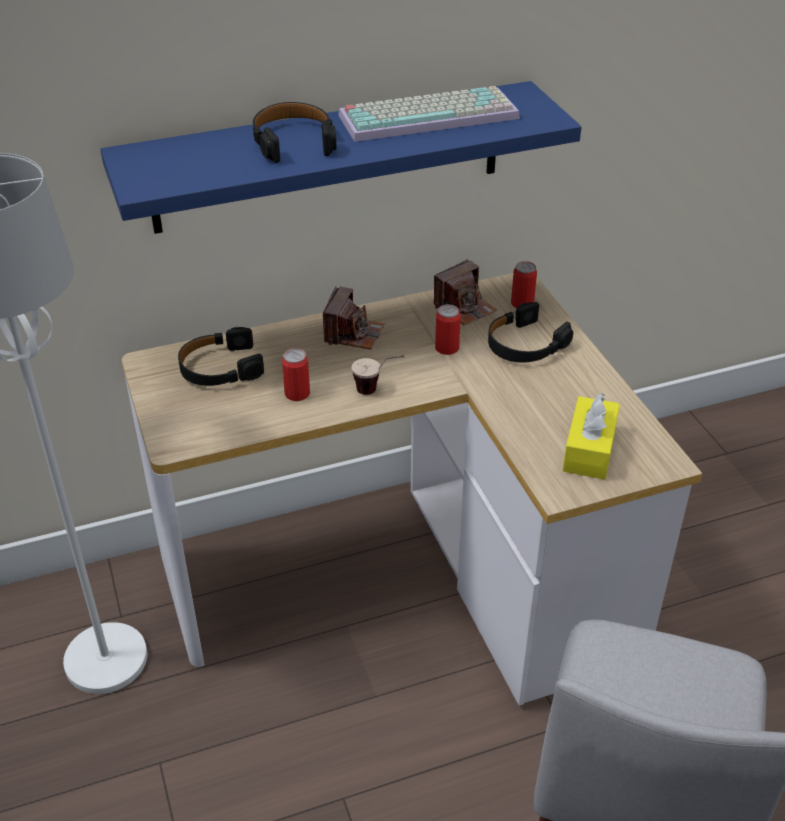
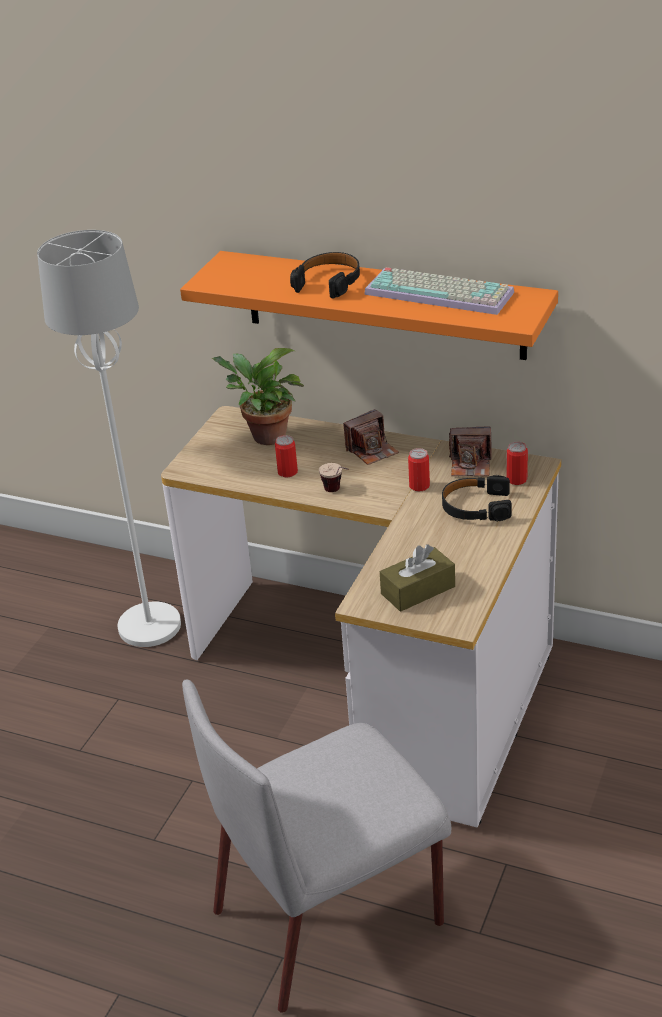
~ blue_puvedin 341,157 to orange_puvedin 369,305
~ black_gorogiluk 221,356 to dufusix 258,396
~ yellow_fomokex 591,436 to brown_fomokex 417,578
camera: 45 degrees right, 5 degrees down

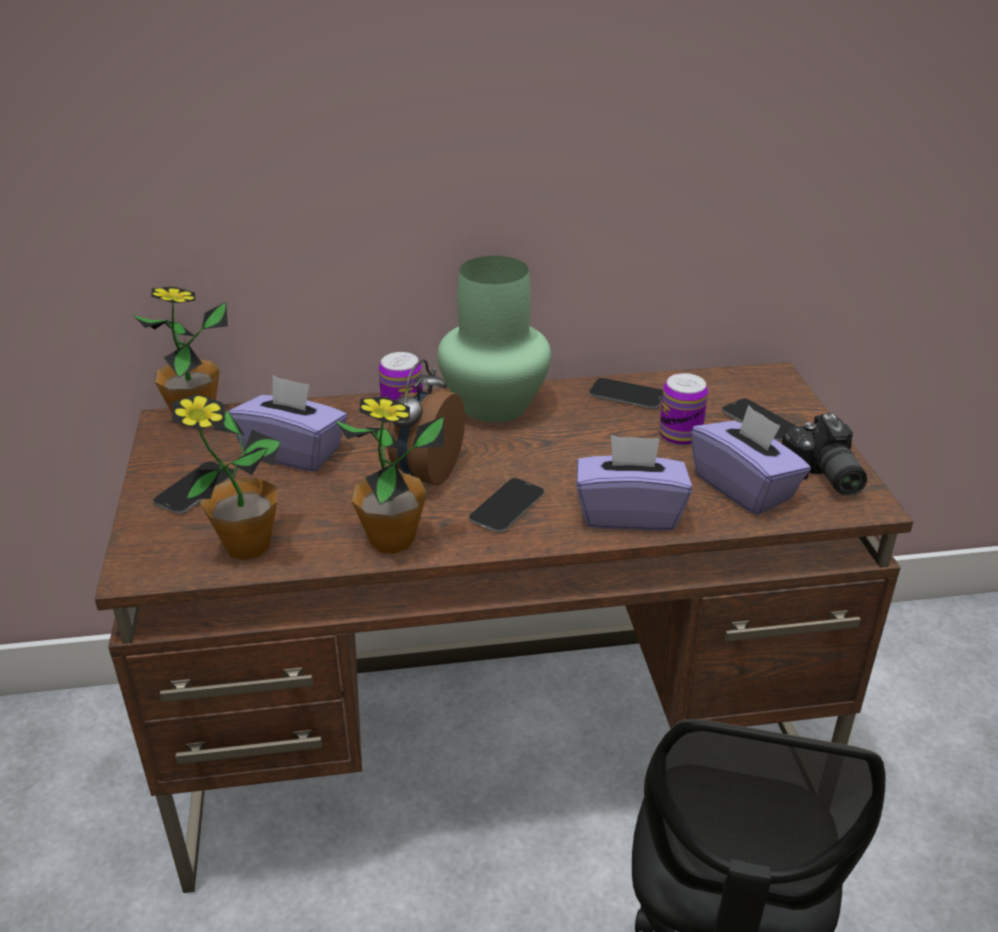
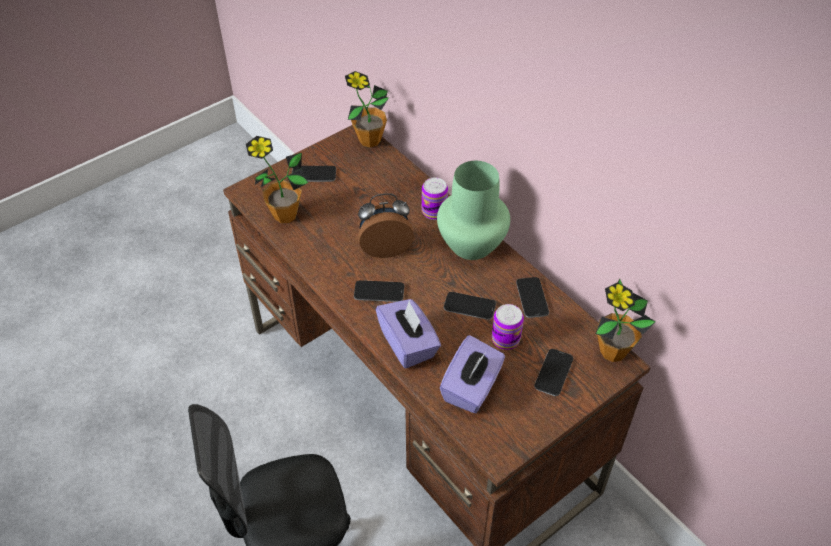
+ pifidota 470,306
~ dufusix 389,475 to 626,320
- purple_fomokex 288,424
- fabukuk 824,454
camera: 60 degrees right, 15 degrees up

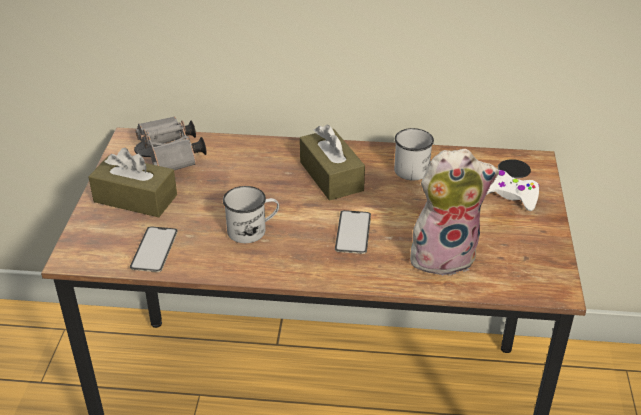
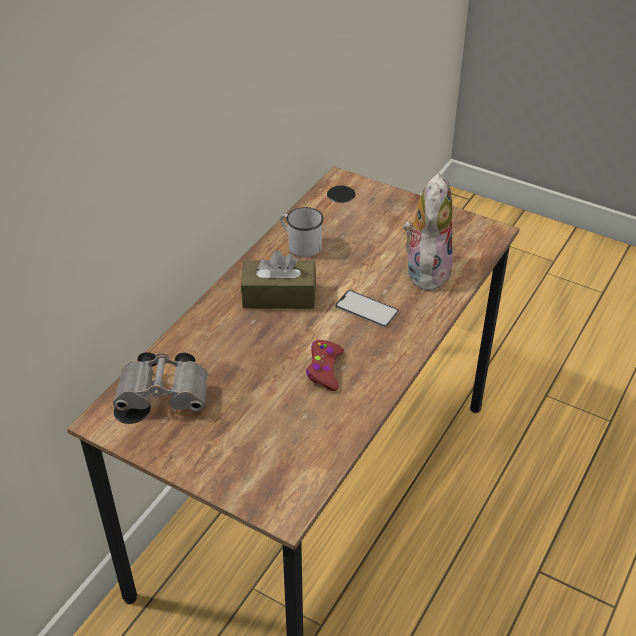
~ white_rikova 251,214 to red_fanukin 325,365
- brown_fomokex 132,182
- pifidota 154,249
- white_fanukin 512,190
camera: 65 degrees left, 5 degrees up

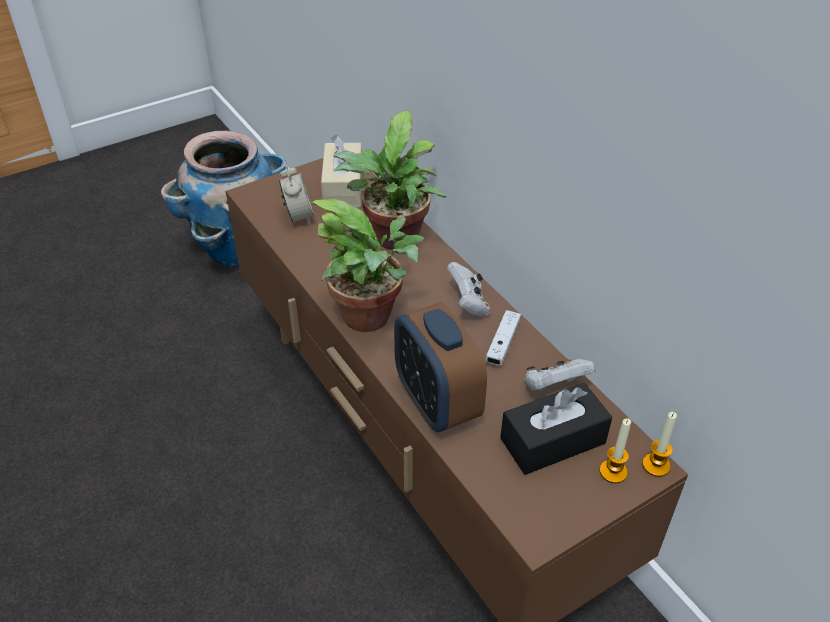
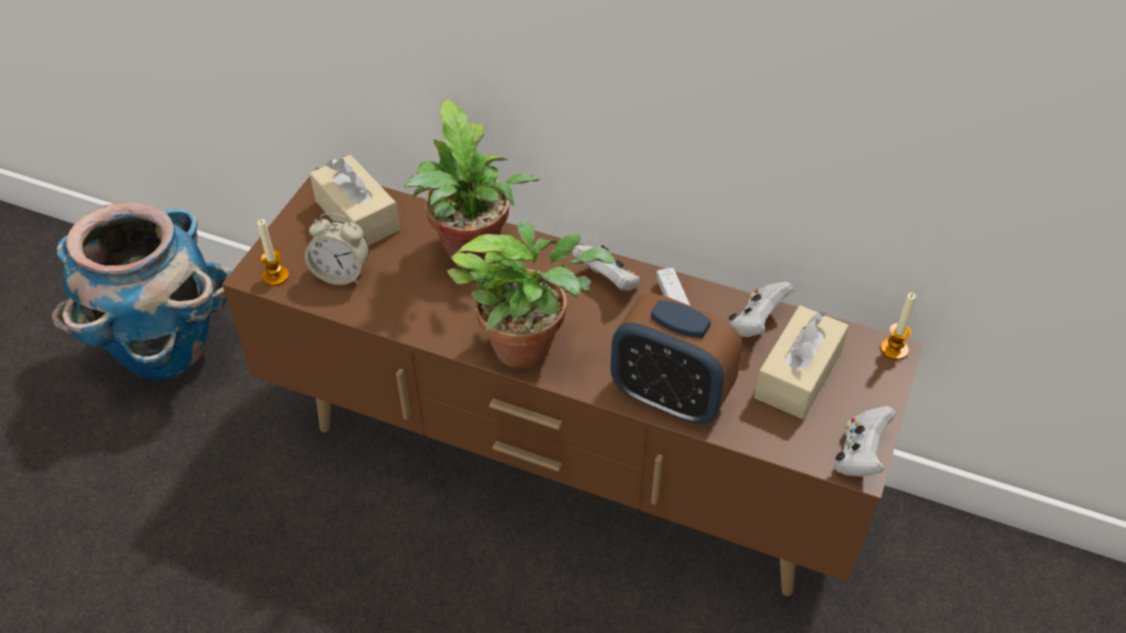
~ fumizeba 615,450 to 273,252
~ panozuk 296,194 = 337,249 150 degrees clockwise
~ black_fomokex 556,429 to beige_fomokex 801,362
+ white_fanukin 865,441
camera: 35 degrees left, 5 degrees up

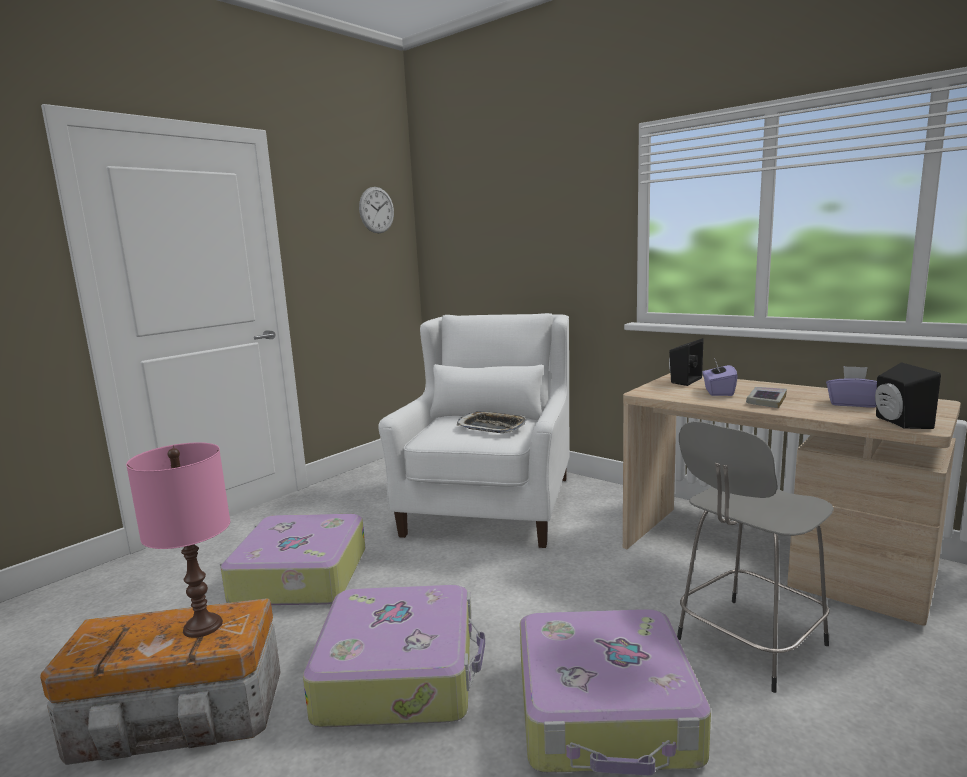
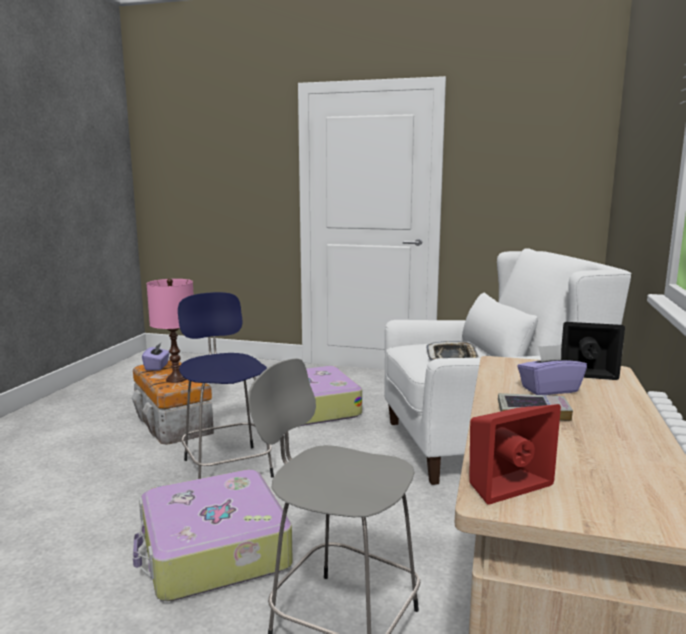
~ purple_fomokex 851,387 to 156,357
~ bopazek 394,656 to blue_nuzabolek 226,385
~ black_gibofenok 908,395 to red_gibofenok 515,454
- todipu 376,210
camera: 65 degrees right, 0 degrees up

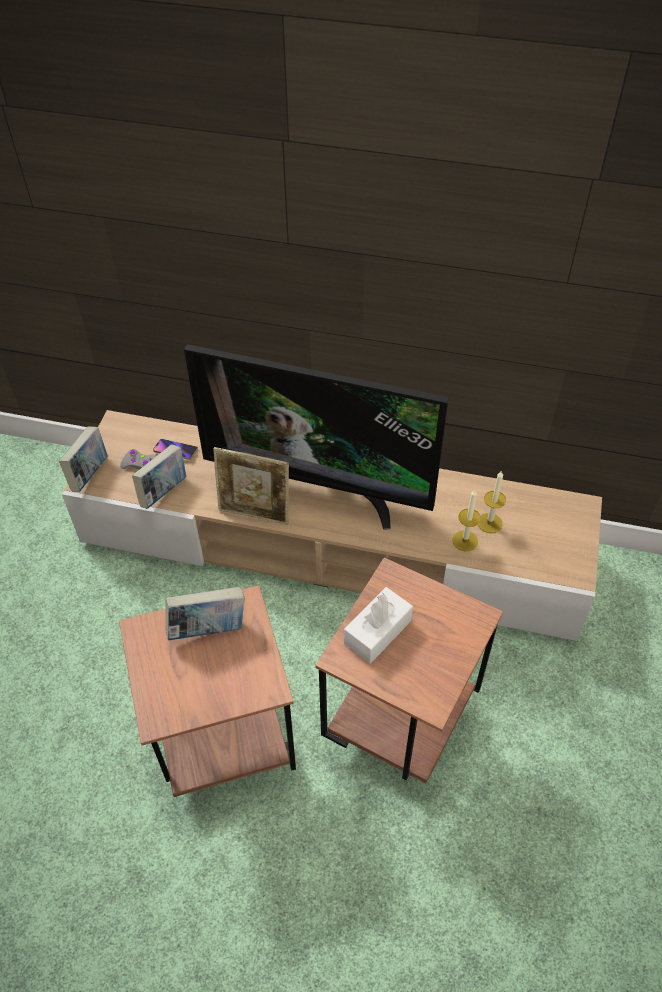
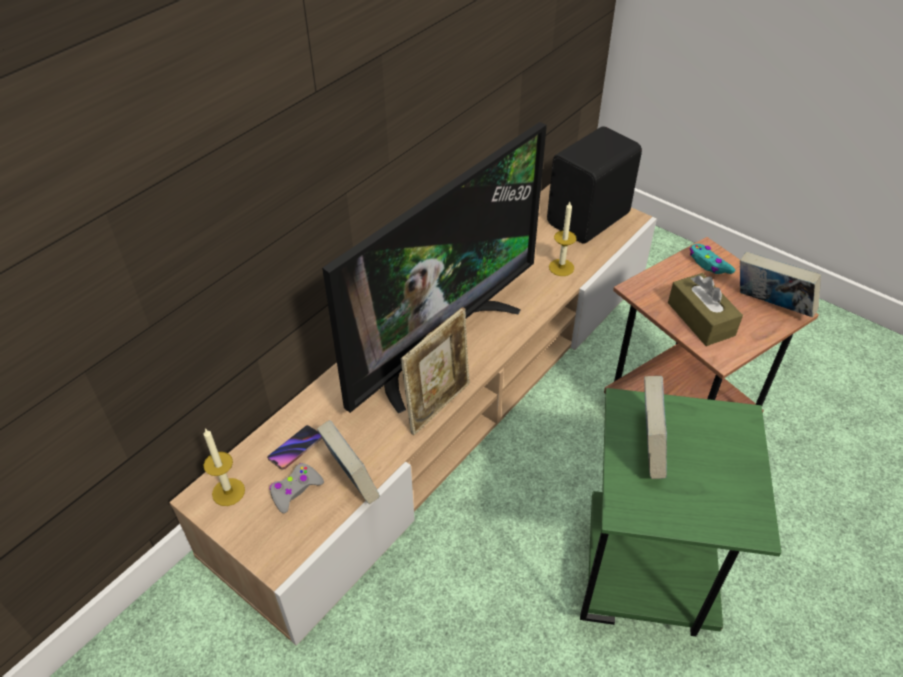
~ fumizeba 492,502 to 224,467
+ black_gibofenok 594,185
~ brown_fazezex 207,691 to green_fazezex 680,512
~ white_fomokex 378,625 to brown_fomokex 705,309
+ turquoise_fanukin 713,259
~ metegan 83,459 to 780,284
camera: 65 degrees left, 5 degrees down

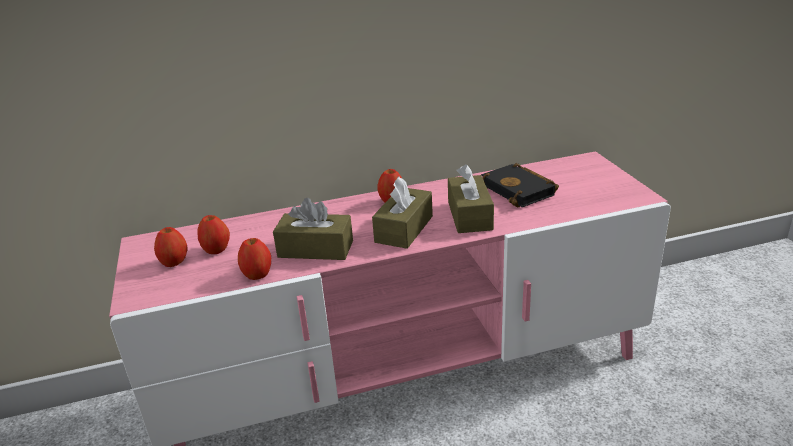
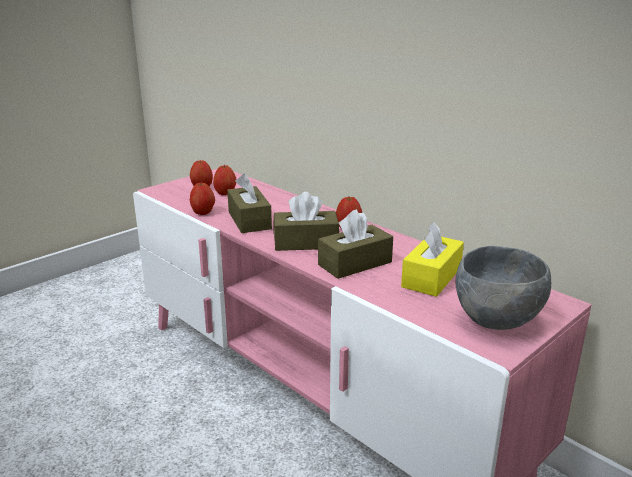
~ black_metegan 520,185 to yellow_fomokex 432,259
+ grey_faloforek 503,288
camera: 60 degrees right, 5 degrees down

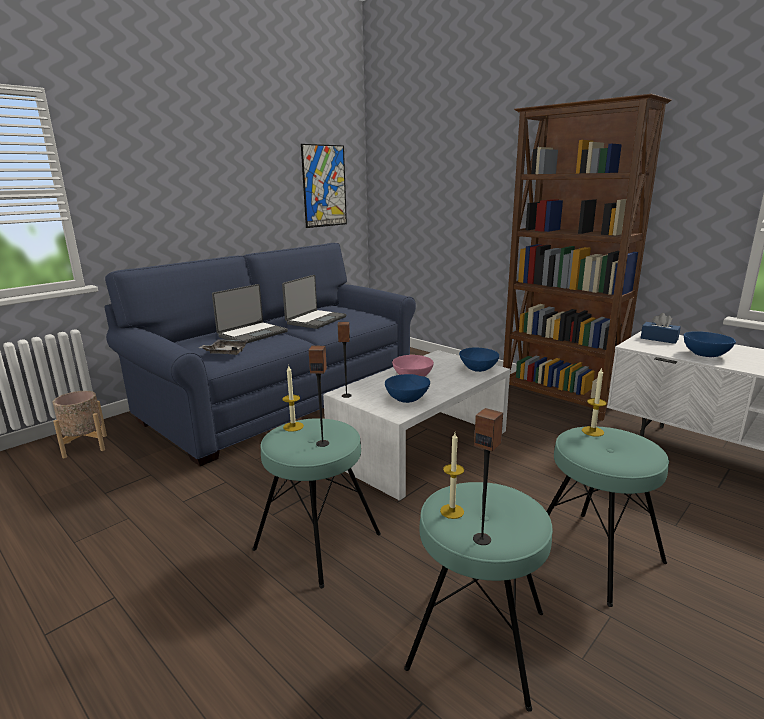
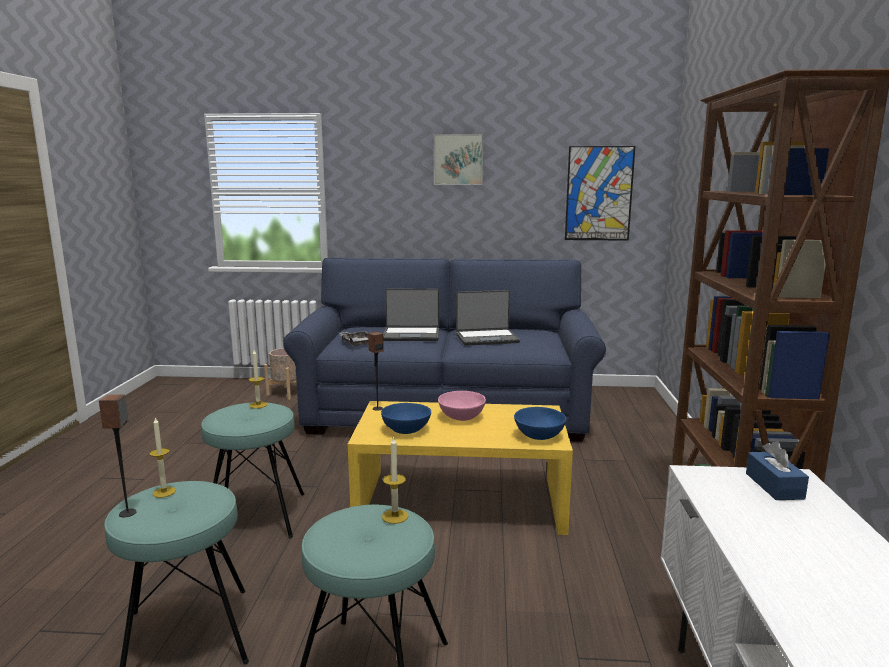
~ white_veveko 416,425 to yellow_veveko 460,468
+ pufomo 458,159
- gibofenok 319,396
- blue_faloforek 710,344
camera: 50 degrees right, 5 degrees down

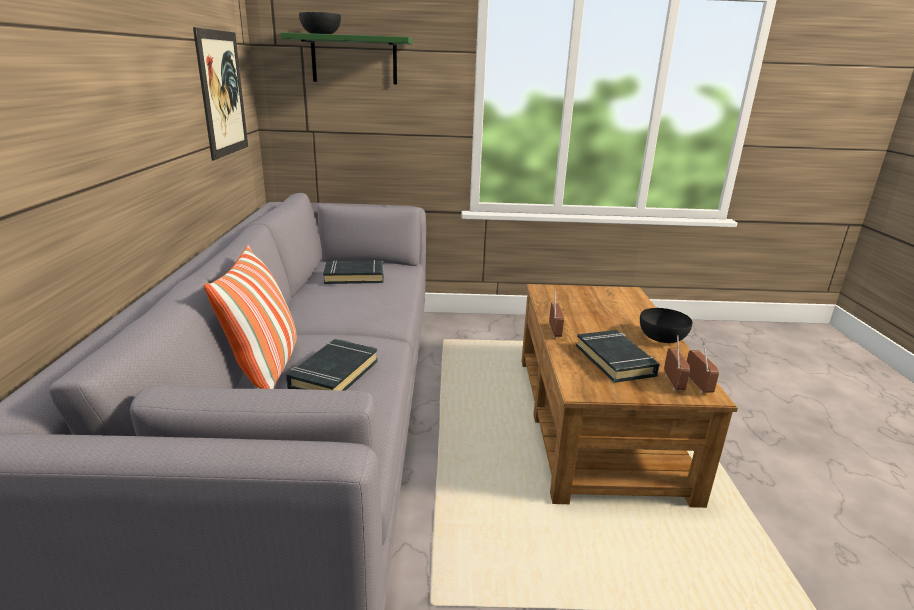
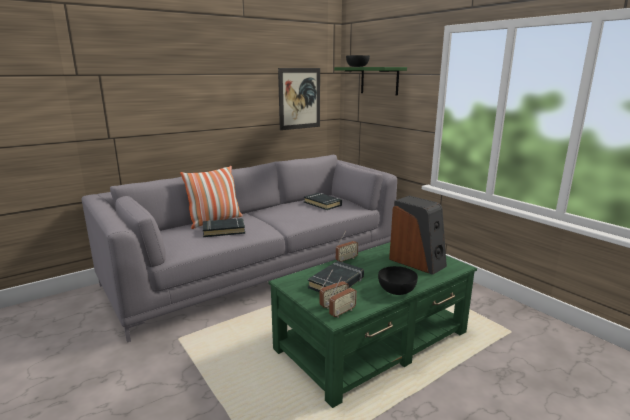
~ brown_veveko 630,396 to green_veveko 372,325
+ gibofenok 418,235
camera: 55 degrees right, 5 degrees down

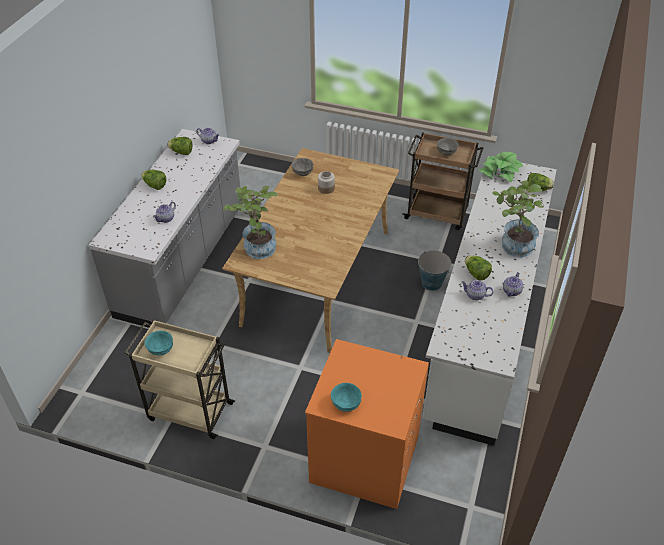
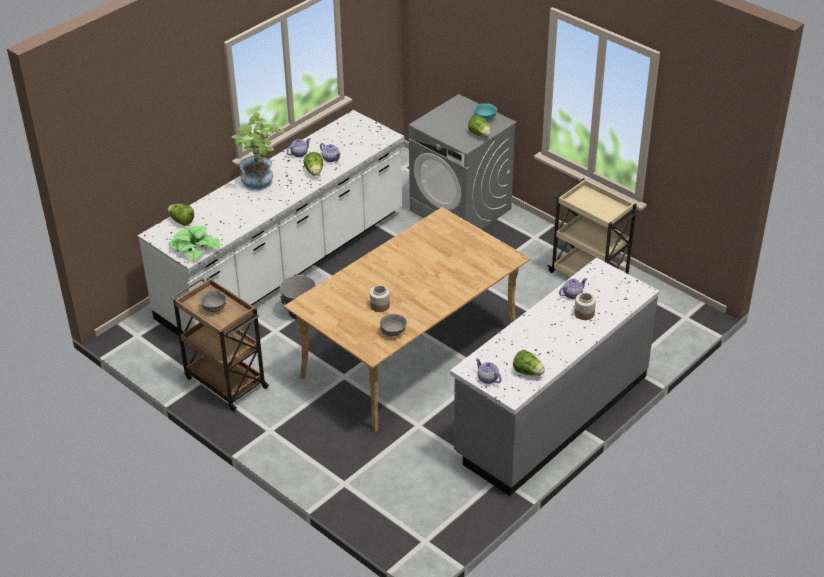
~ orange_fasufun 367,424 to grey_fasufun 463,162
~ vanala 153,180 to 479,126
+ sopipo 585,306
- turquoise_faloforek 159,343
- dufusix 250,222
camera: 155 degrees left, 5 degrees down

